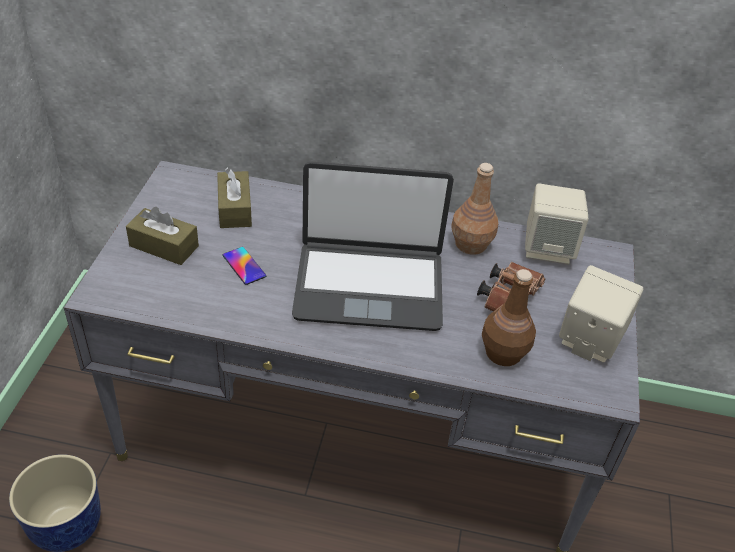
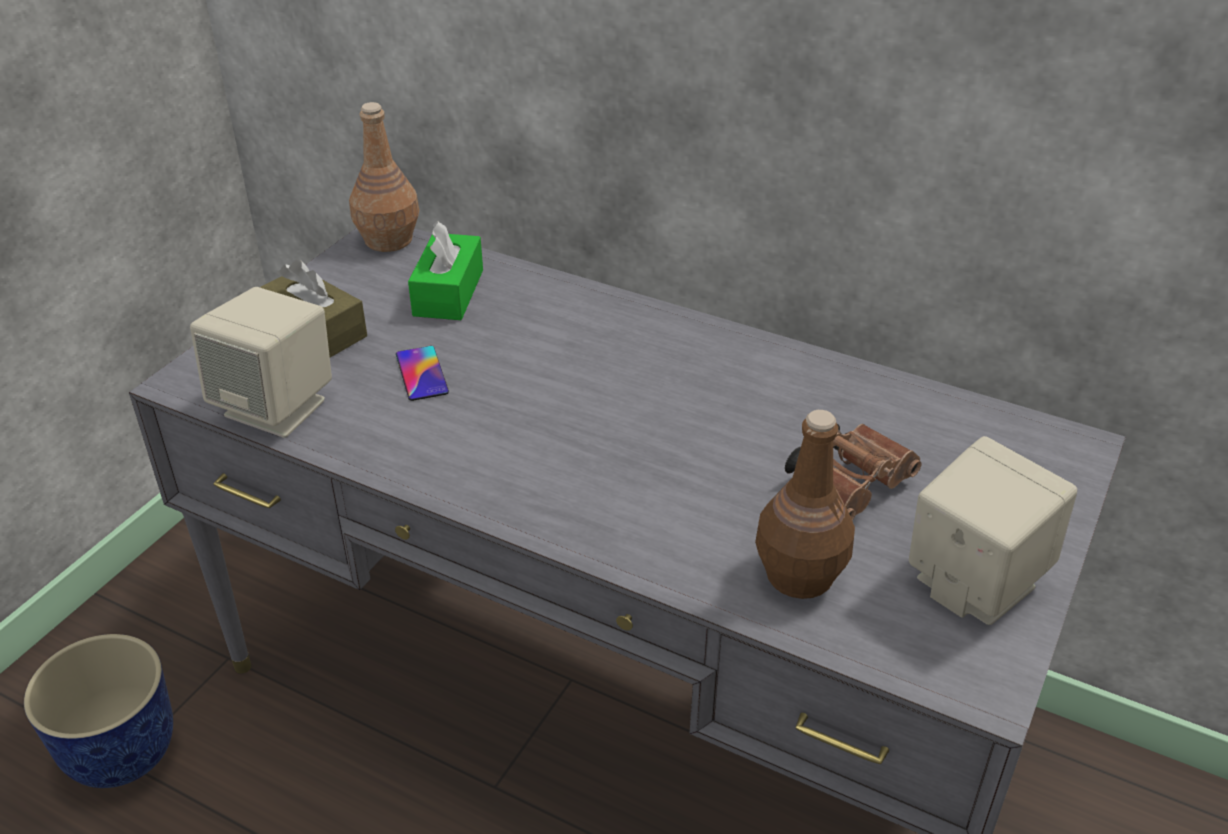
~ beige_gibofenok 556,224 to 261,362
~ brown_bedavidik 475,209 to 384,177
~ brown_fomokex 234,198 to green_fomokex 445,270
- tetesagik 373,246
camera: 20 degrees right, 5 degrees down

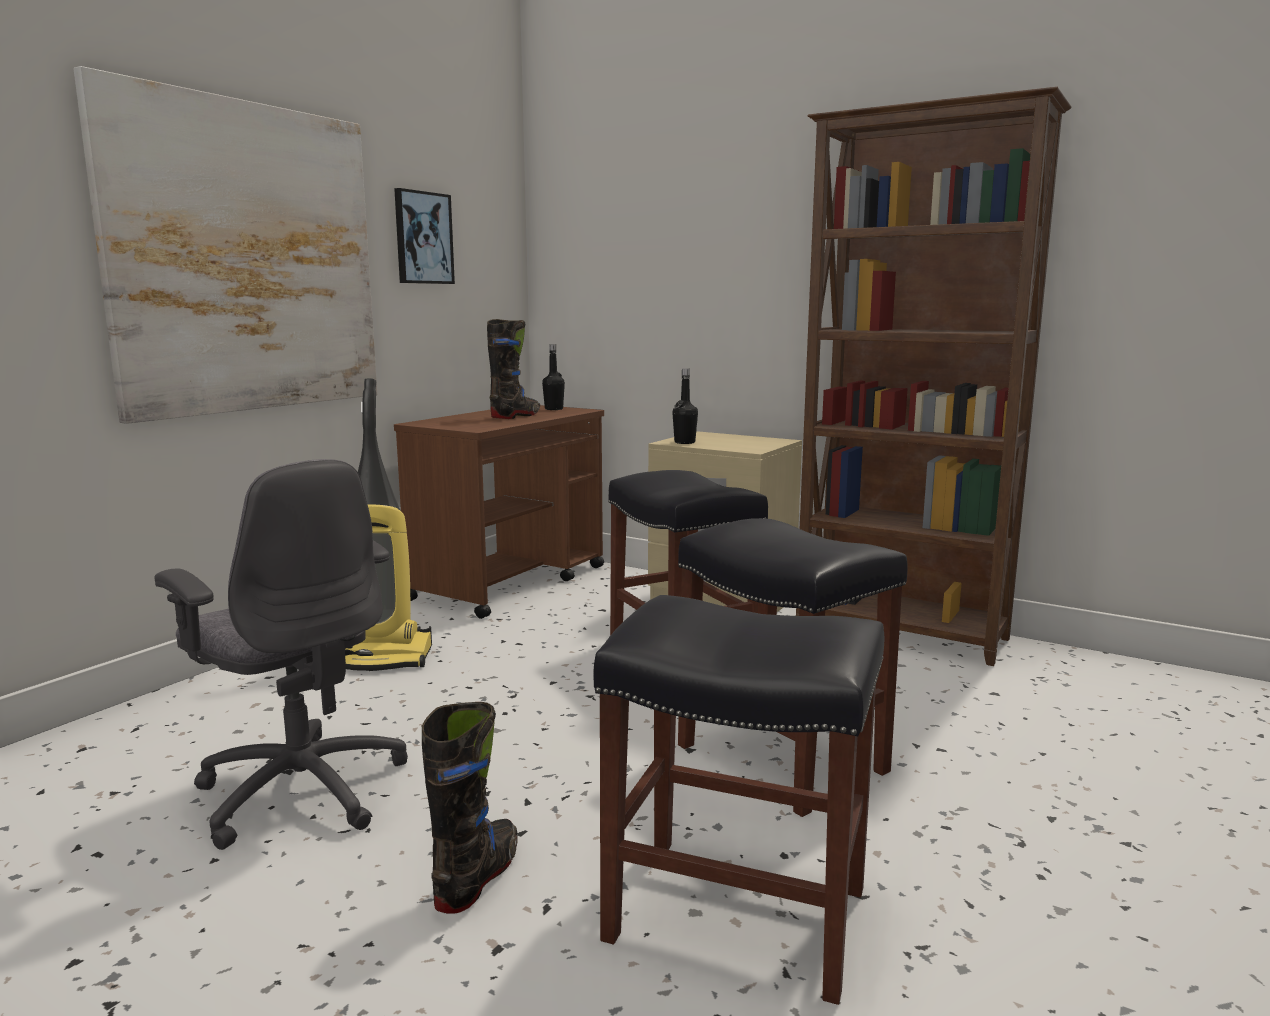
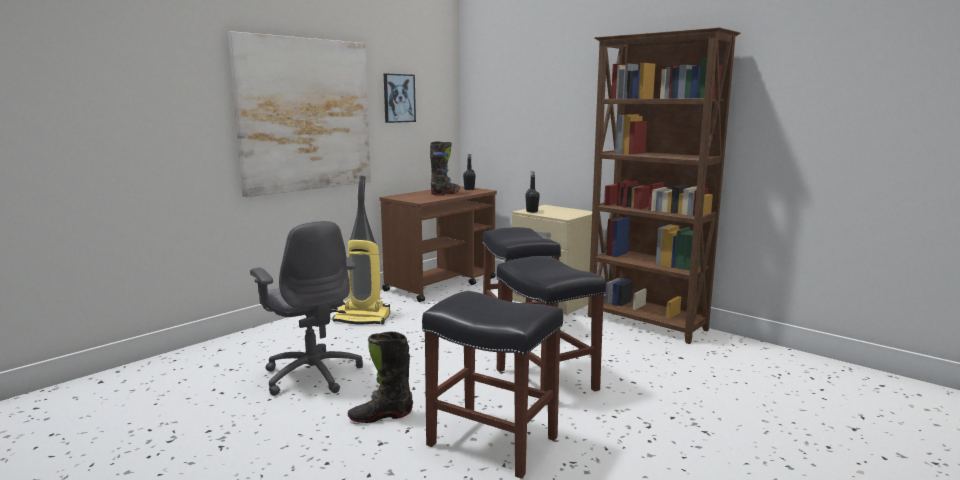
~ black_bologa 469,808 = 380,377 135 degrees counterclockwise
camera: 10 degrees right, 0 degrees up

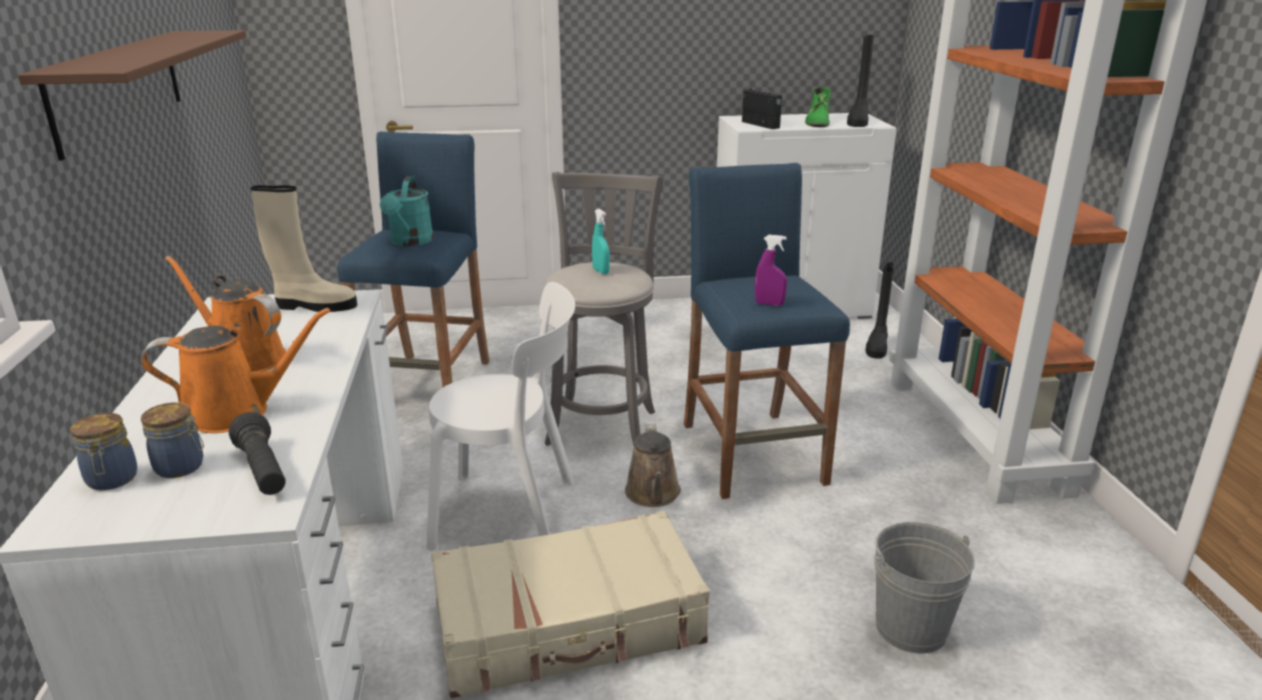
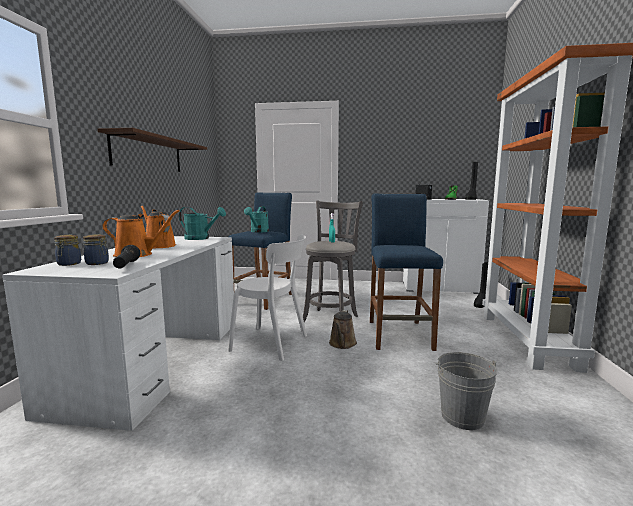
~ beige_bologa 304,248 to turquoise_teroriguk 202,223
- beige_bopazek 570,604
- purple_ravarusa 771,270
camera: 15 degrees right, 15 degrees down

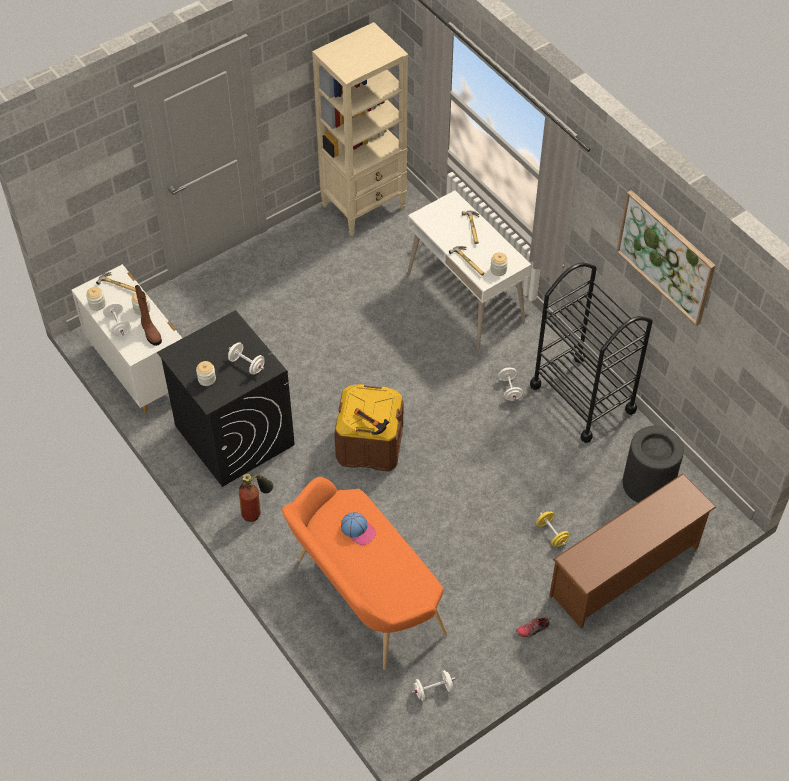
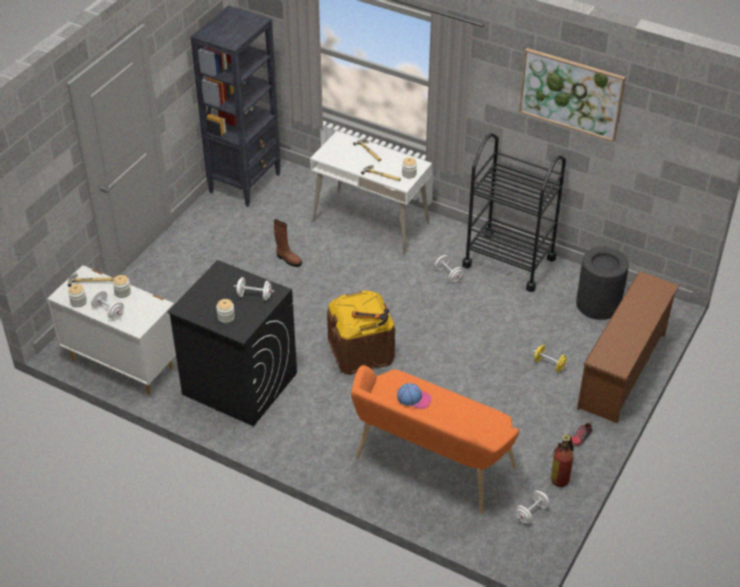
~ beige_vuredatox 360,129 to black_vuredatox 235,106
~ brown_bologa 148,315 to 288,243
~ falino 256,498 to 562,460
camera: 25 degrees left, 10 degrees down

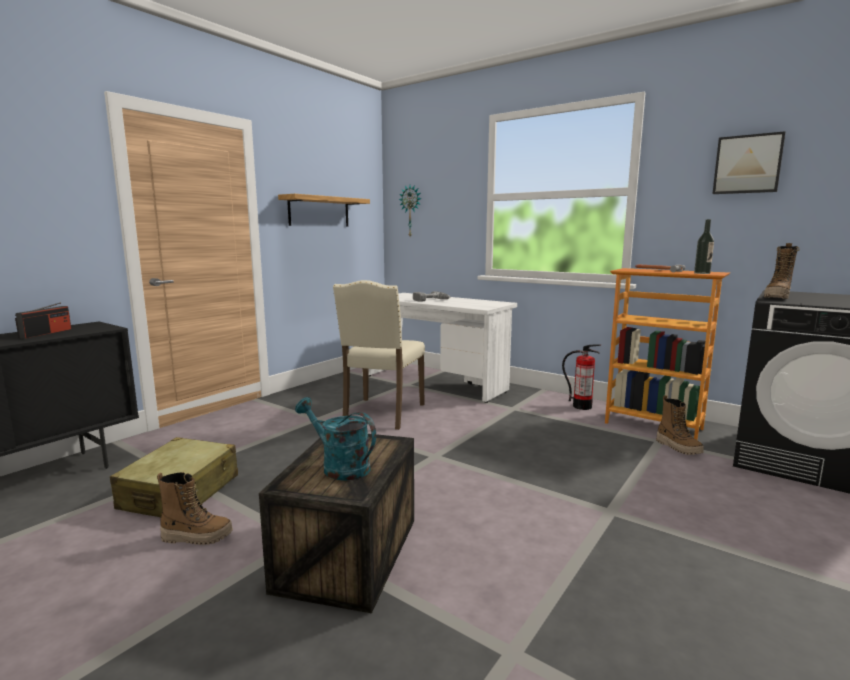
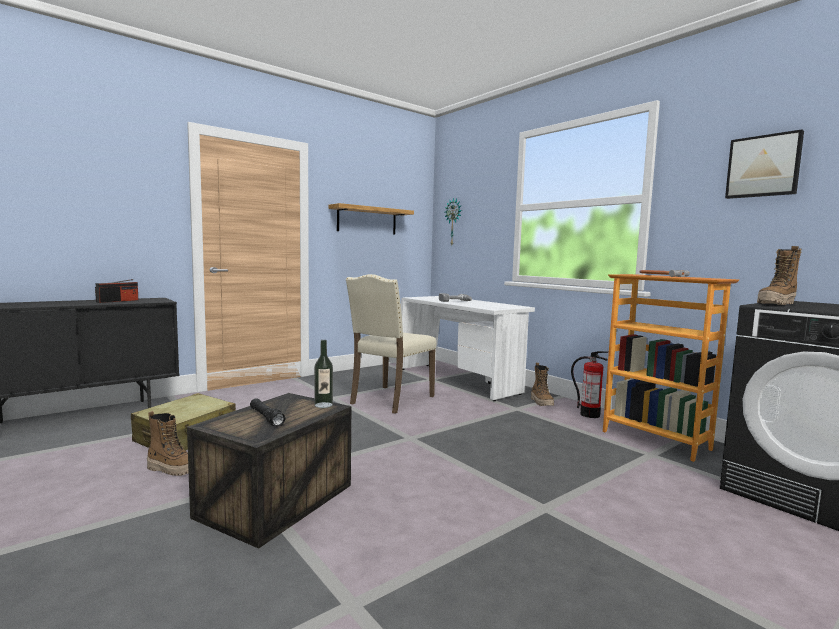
~ turquoise_teroriguk 335,439 to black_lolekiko 268,412
~ bedavidik 704,246 to 323,374
~ bologa 680,425 to 542,384
camera: 15 degrees right, 5 degrees down

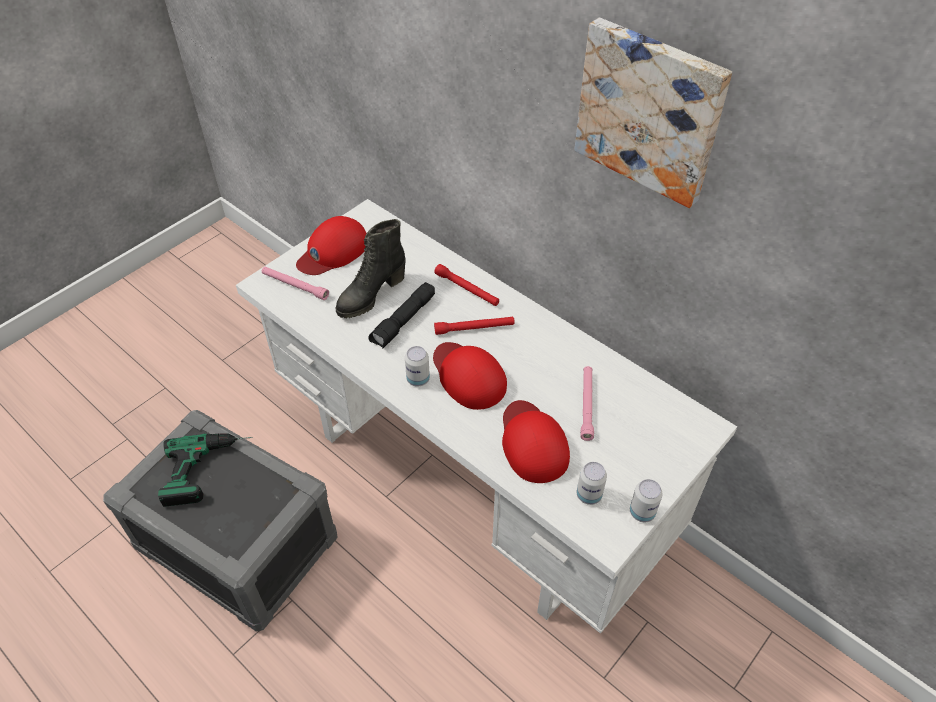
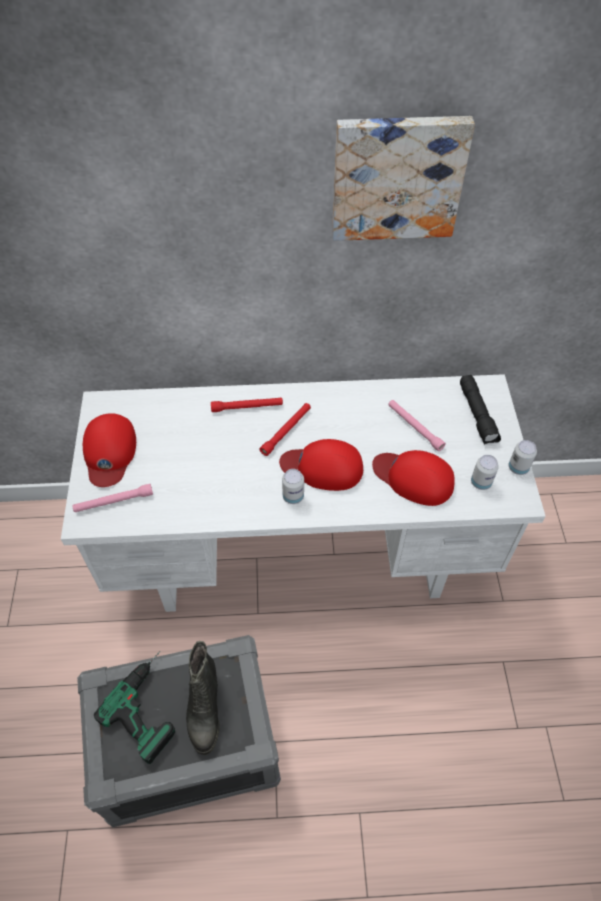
~ black_bologa 370,268 to 203,698
~ black_lolekiko 401,315 to 480,410
camera: 45 degrees left, 5 degrees up

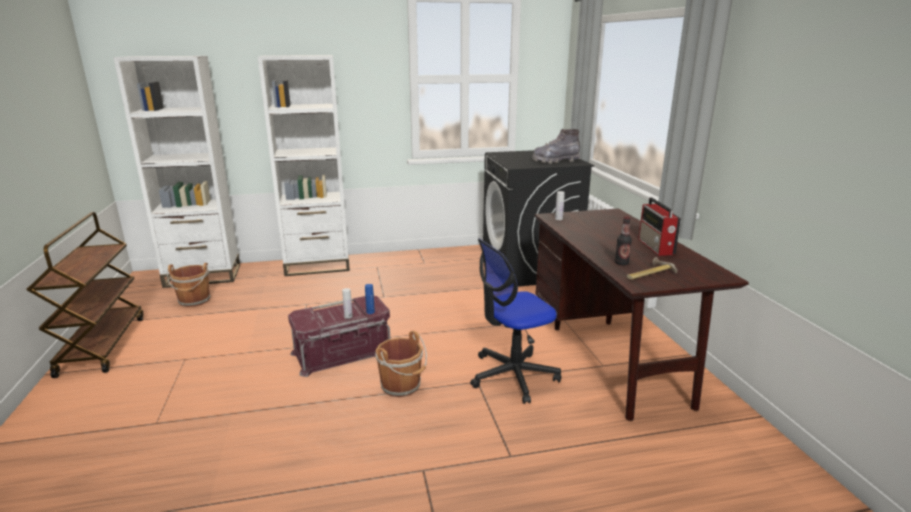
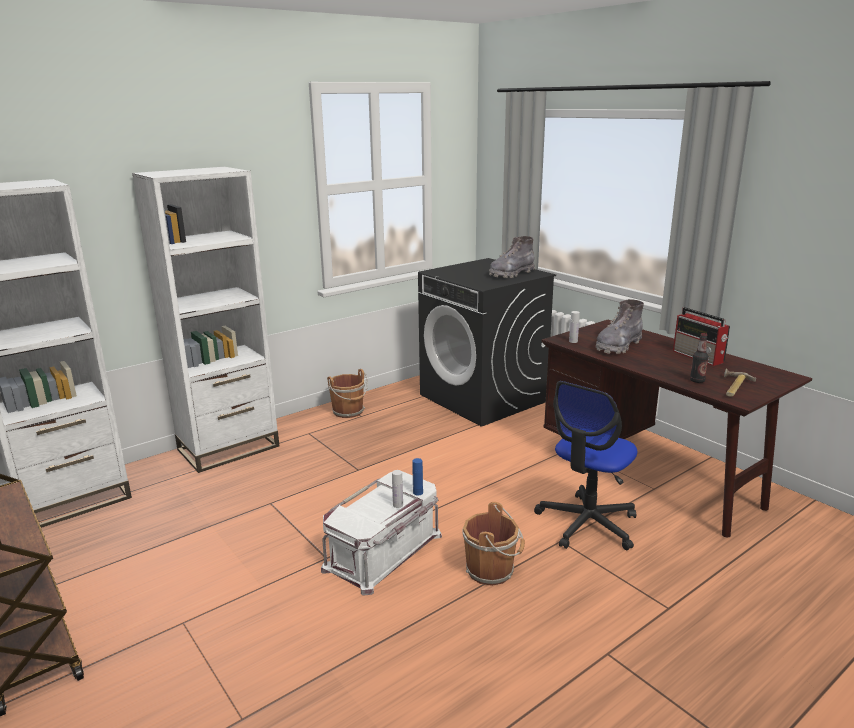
~ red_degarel 339,336 to white_degarel 381,533
~ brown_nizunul 188,285 to 347,393
+ grey_bologa 620,326
camera: 25 degrees left, 0 degrees up

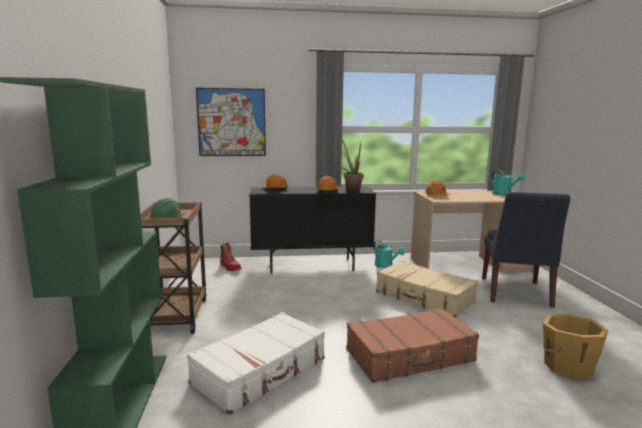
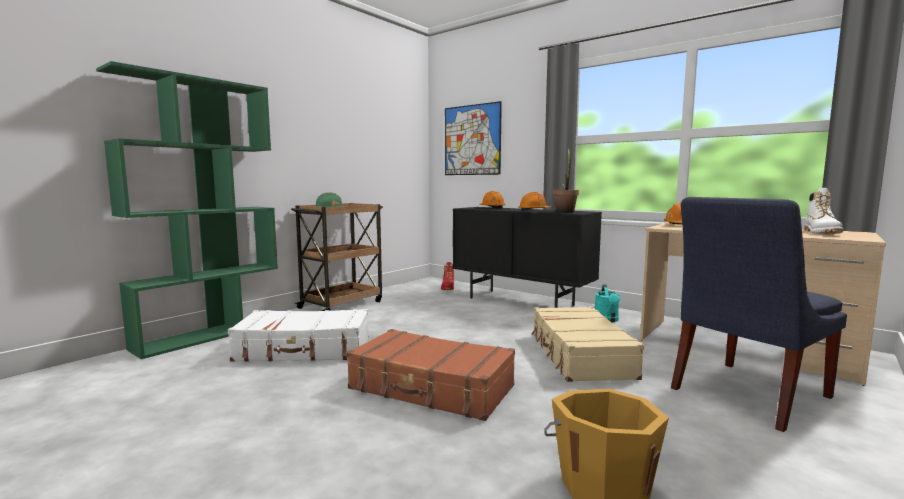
~ turquoise_teroriguk 509,182 to white_bologa 823,211
camera: 45 degrees right, 5 degrees down

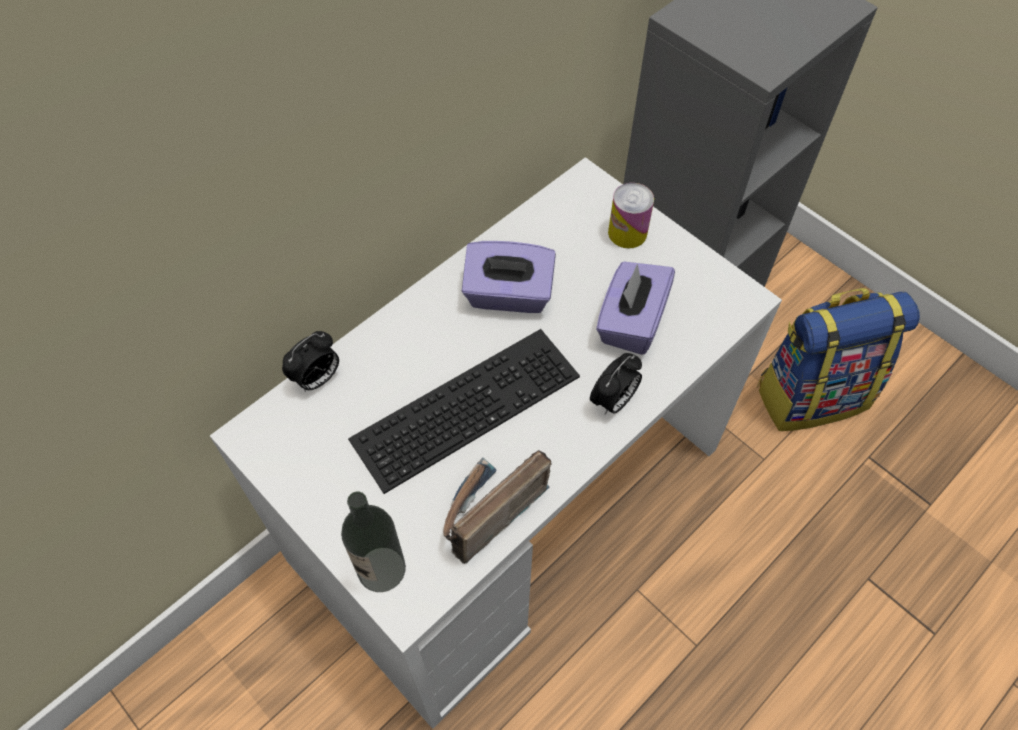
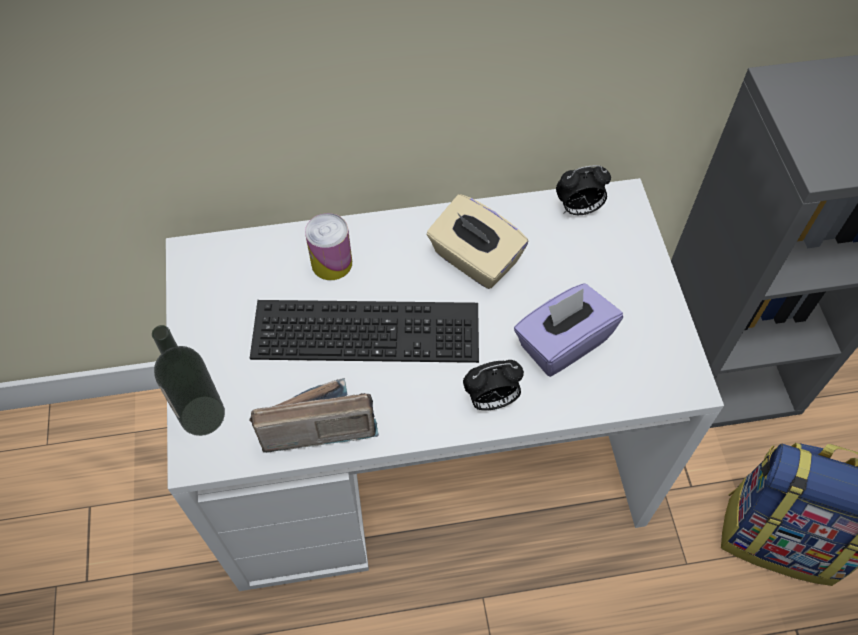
~ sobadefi 631,216 to 328,246
~ purple_fomokex 509,277 to beige_fomokex 477,241
~ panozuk 310,361 to 583,190
camera: 35 degrees right, 0 degrees up

